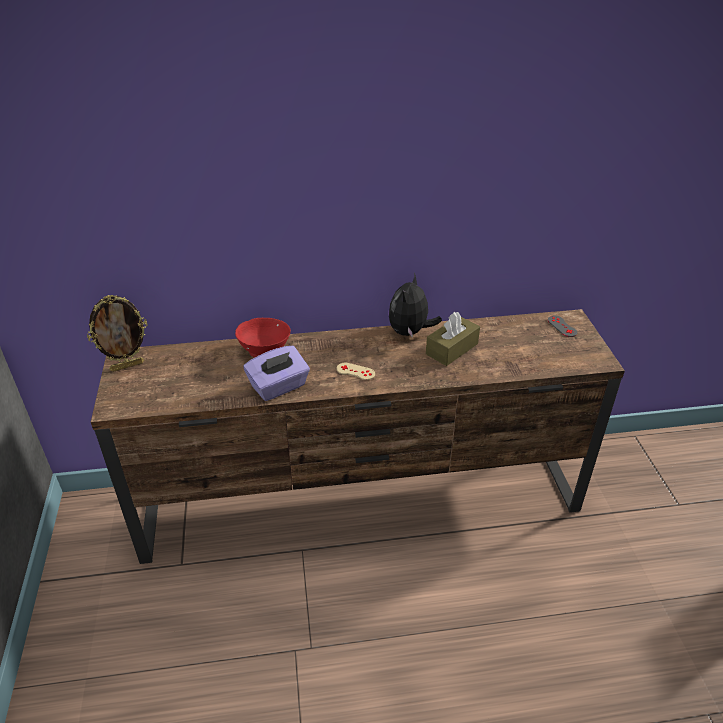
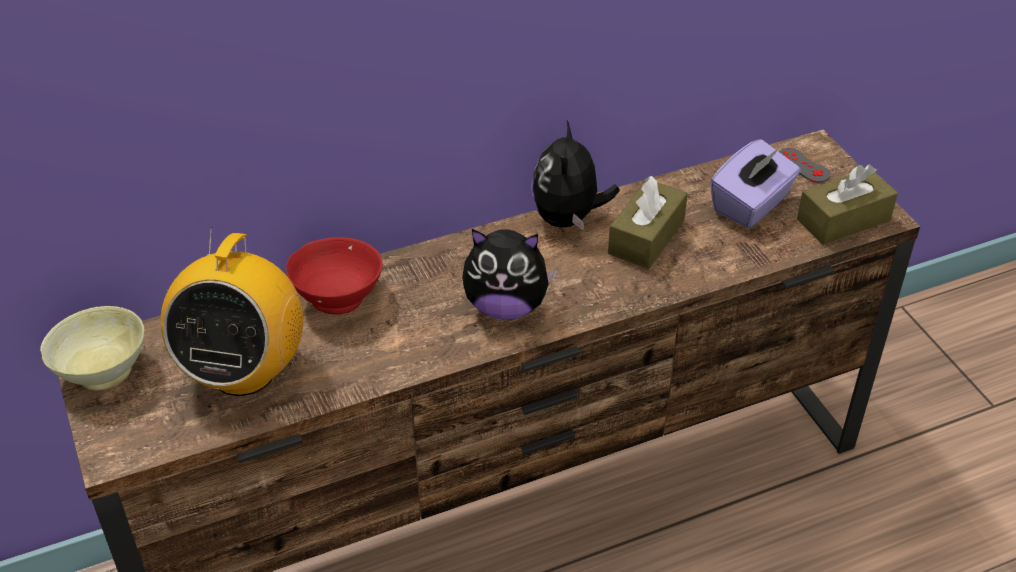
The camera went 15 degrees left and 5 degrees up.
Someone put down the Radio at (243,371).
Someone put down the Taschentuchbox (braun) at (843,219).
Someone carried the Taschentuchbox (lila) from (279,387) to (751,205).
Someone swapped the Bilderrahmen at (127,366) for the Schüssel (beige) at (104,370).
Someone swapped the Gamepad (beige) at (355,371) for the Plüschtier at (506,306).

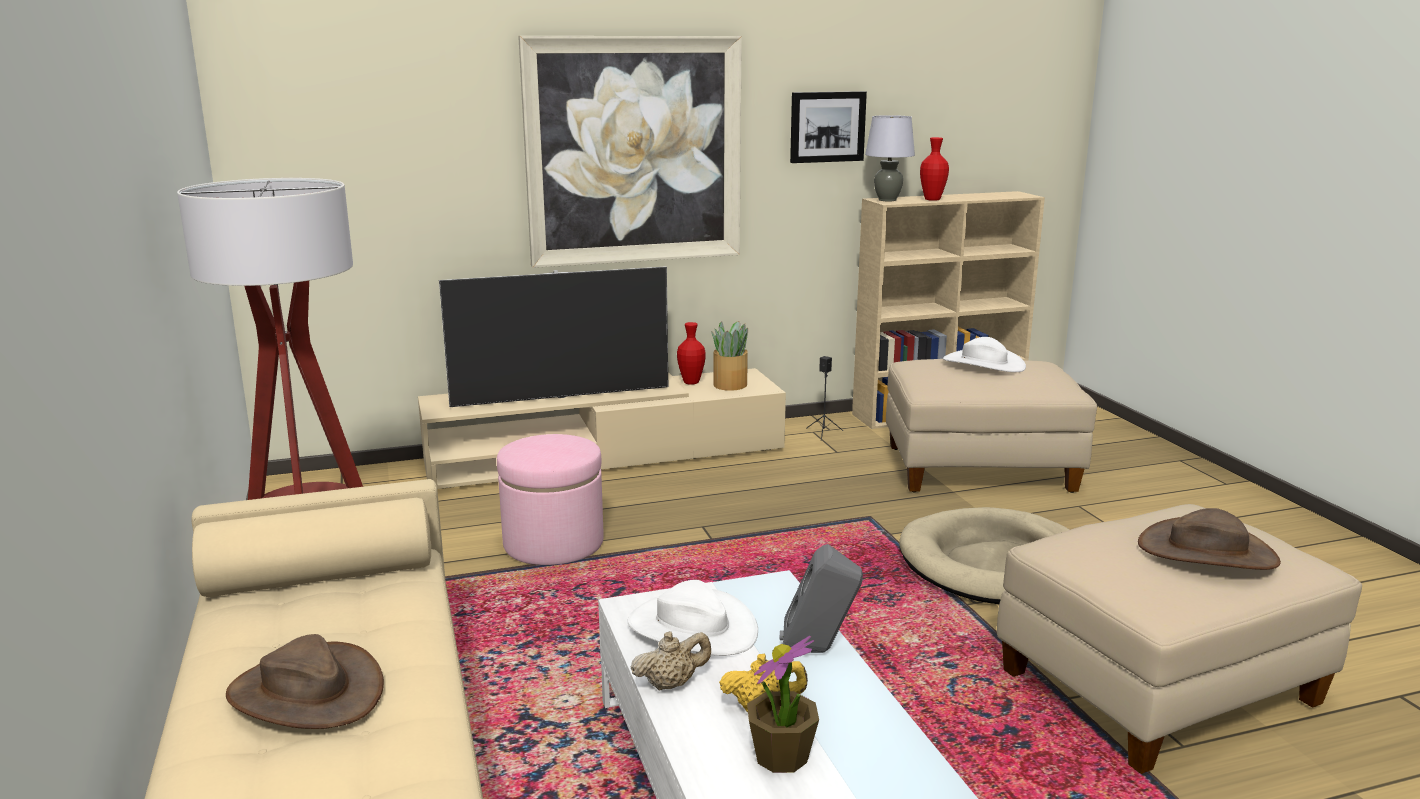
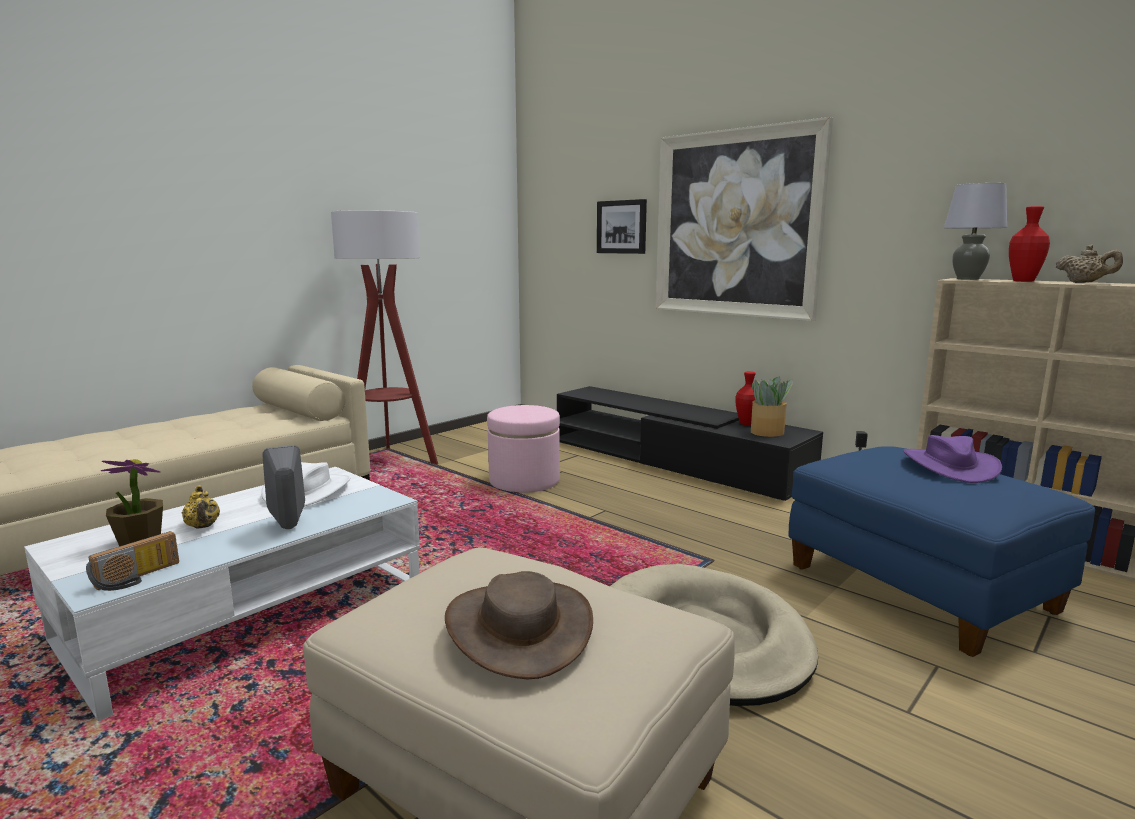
The camera went 60 degrees right and 5 degrees down.
Someone took away the Hut (braun) at (306,693).
Someone took away the Fernseher at (561,397).
Someone put down the Radio at (138,578).
Someone carried the Teekanne (beige) from (671,684) to (1085,283).
Someone carried the Bild from (827,126) to (622,227).
Someone repainted the Fernsehschrank (beige) at (605,455), which became the Fernsehschrank (schwarz) at (670,460).
Someone repainted the Polsterhocker (beige) at (979,469), which became the Polsterhocker (blau) at (920,589).
Someone repainted the Hut (weiß) at (983,364), which became the Hut (lila) at (949,466).

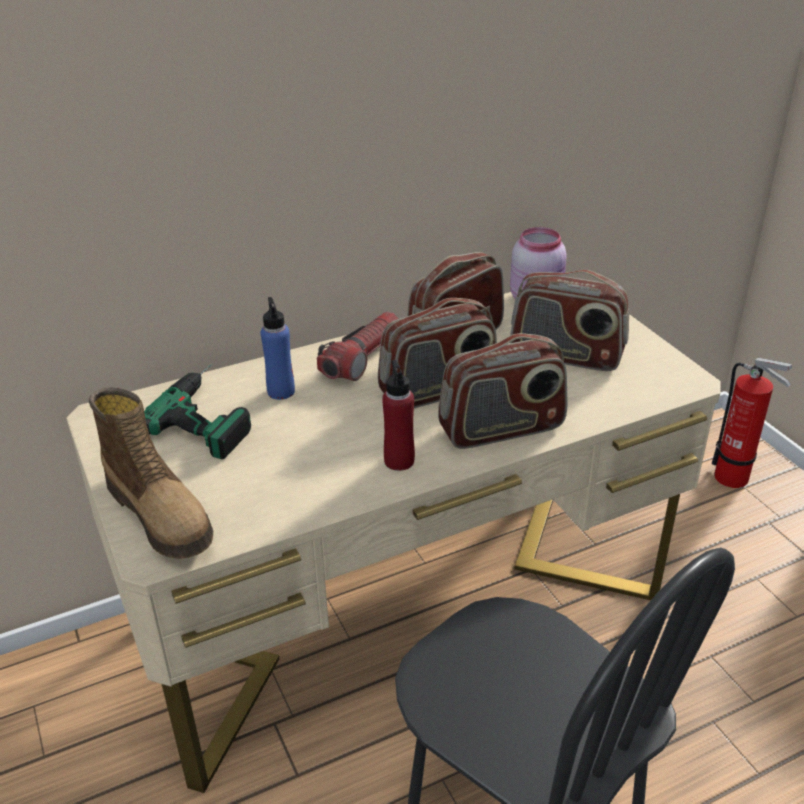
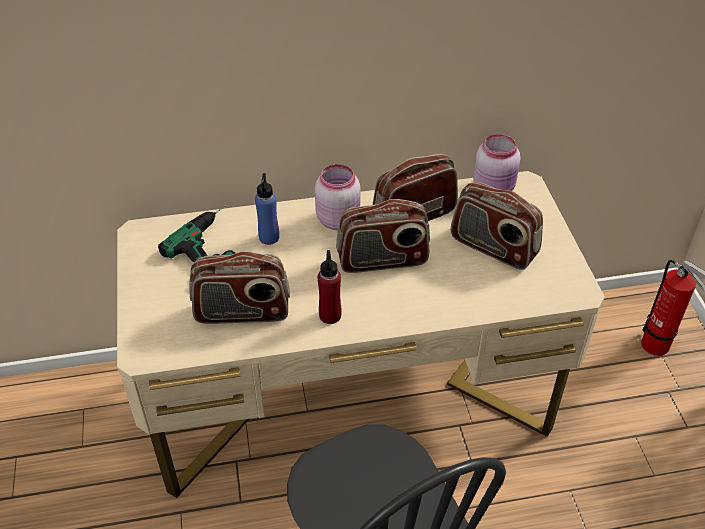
The camera went 15 degrees right and 10 degrees up.
Someone took away the Stiefel at (161,514).
Someone carried the Radio from (502,429) to (242,312).
Someone swapped the Taschenlampe at (362,358) for the Vorratsglas (rosa) at (338,219).

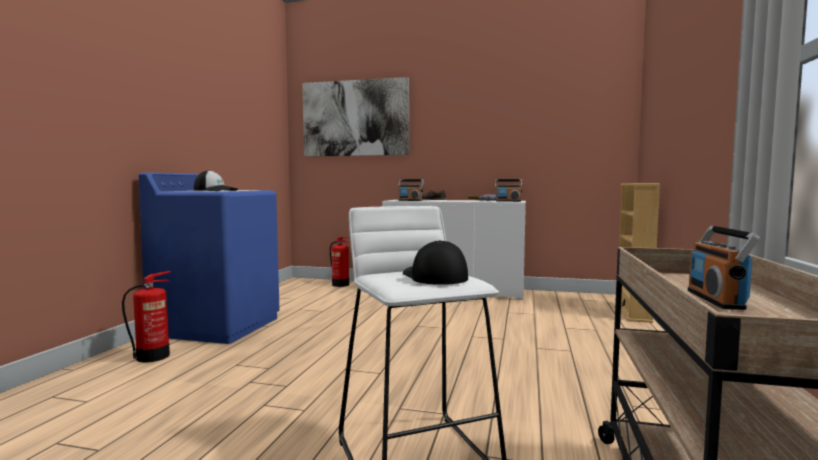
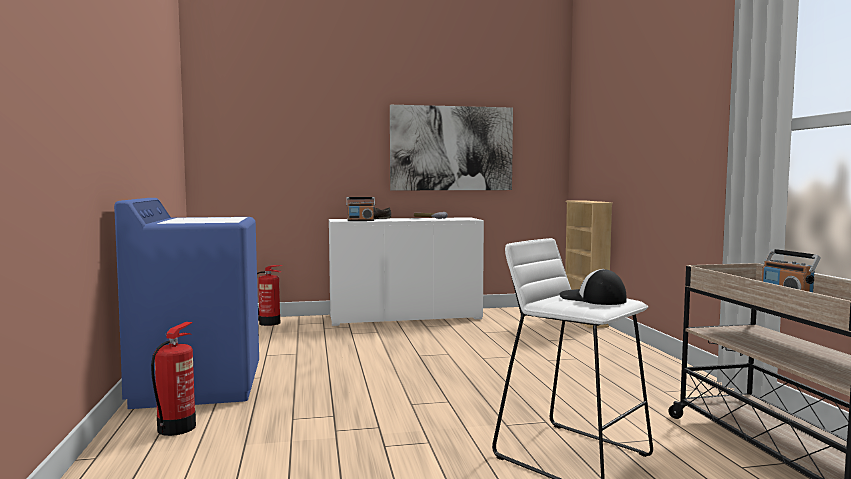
The camera went 25 degrees left and 0 degrees up.
Someone took away the Kappe at (216,190).
Someone took away the Radio at (508,201).
Someone carried the Bild from (355,118) to (451,148).

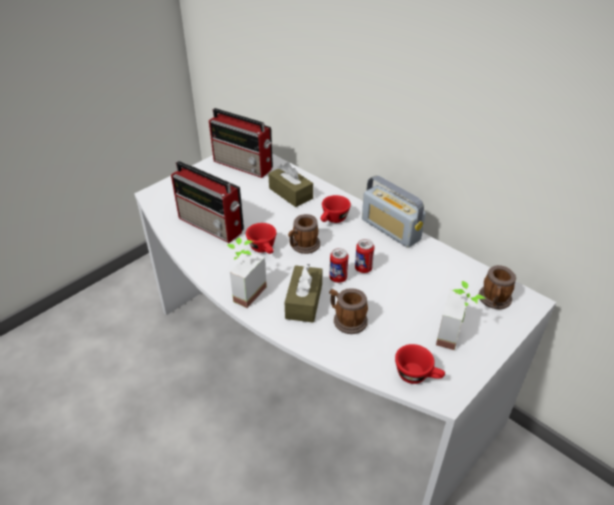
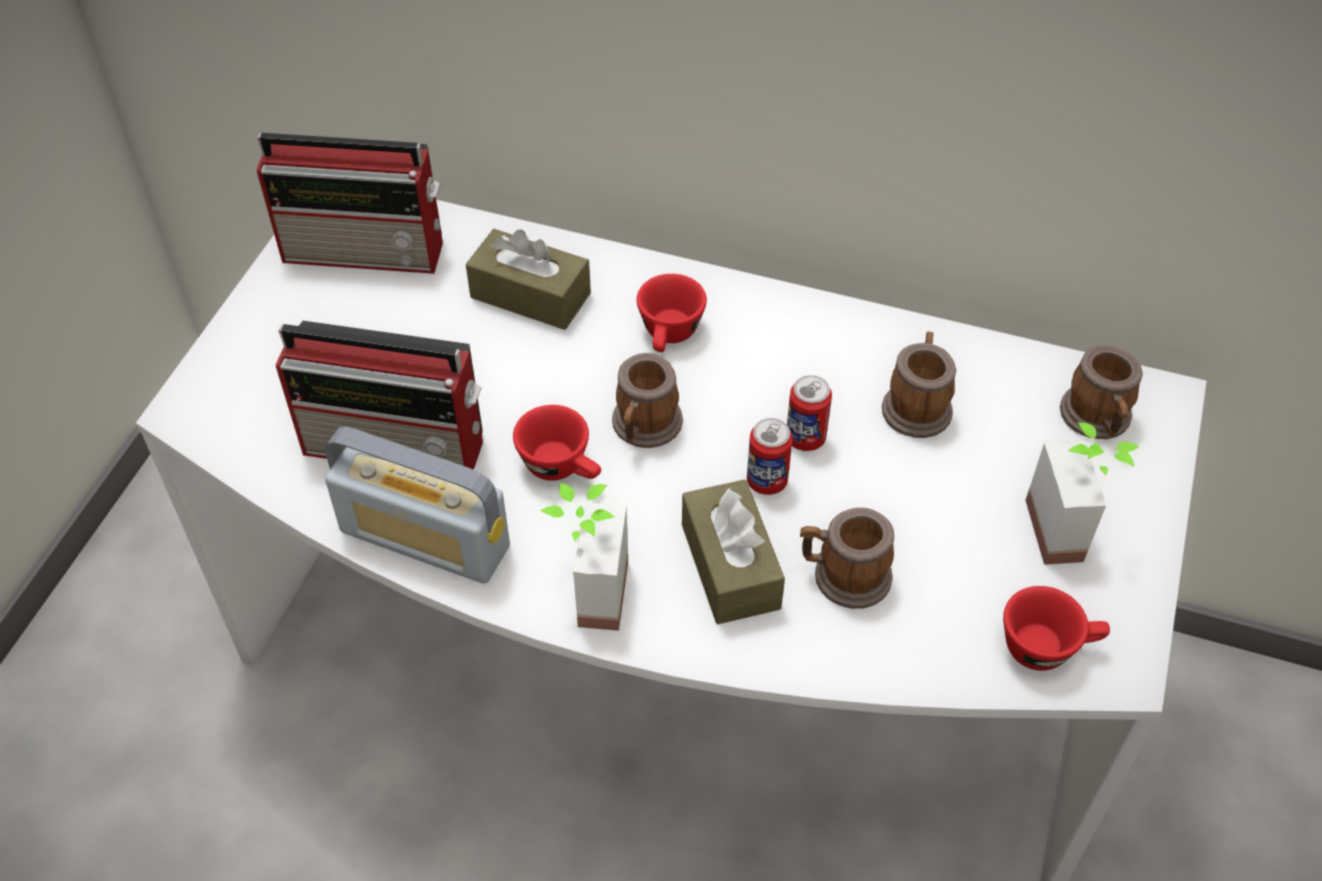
The camera went 25 degrees left and 10 degrees up.
Someone put down the Henkelbecher at (917,405).
Someone carried the Radio from (390,229) to (425,539).

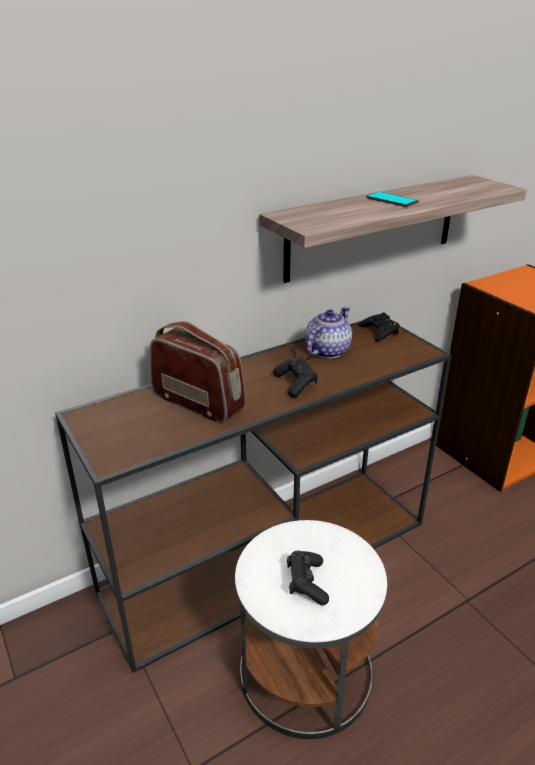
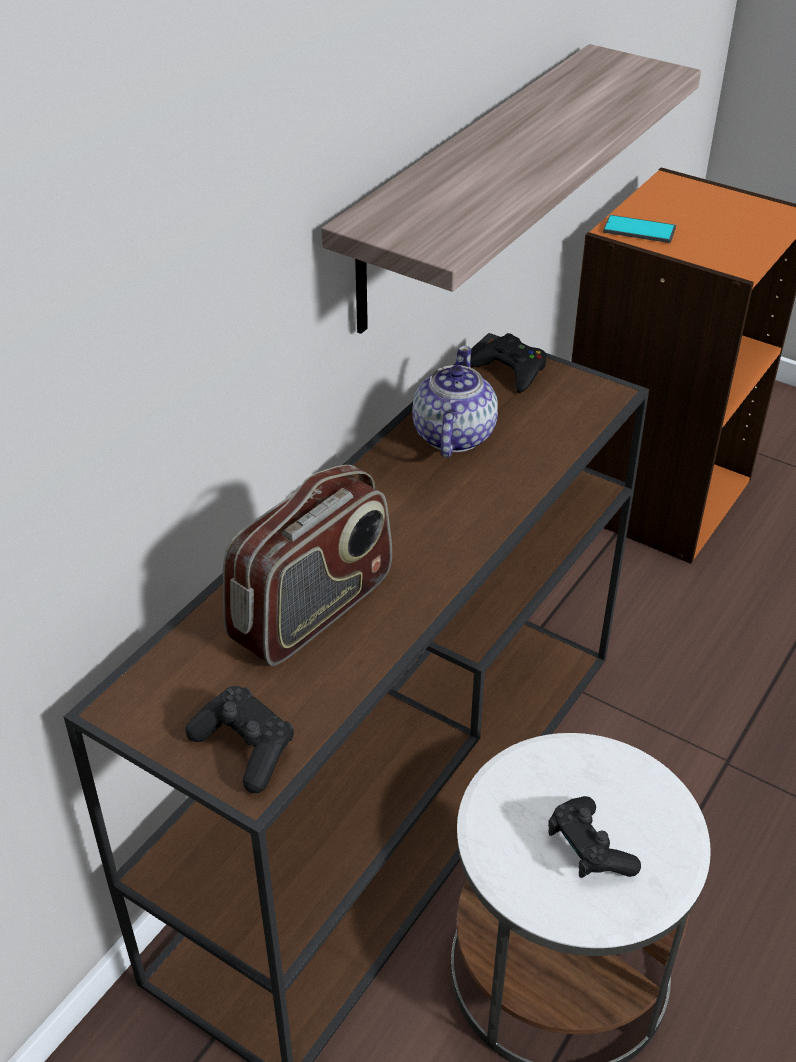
The camera went 25 degrees left and 10 degrees up.
Someone carried the Gamepad (schwarz) from (296,384) to (245,748).
Someone carried the Handy from (392,200) to (639,230).
Someone rotated the Radio at (198,402) by 120 degrees clockwise.

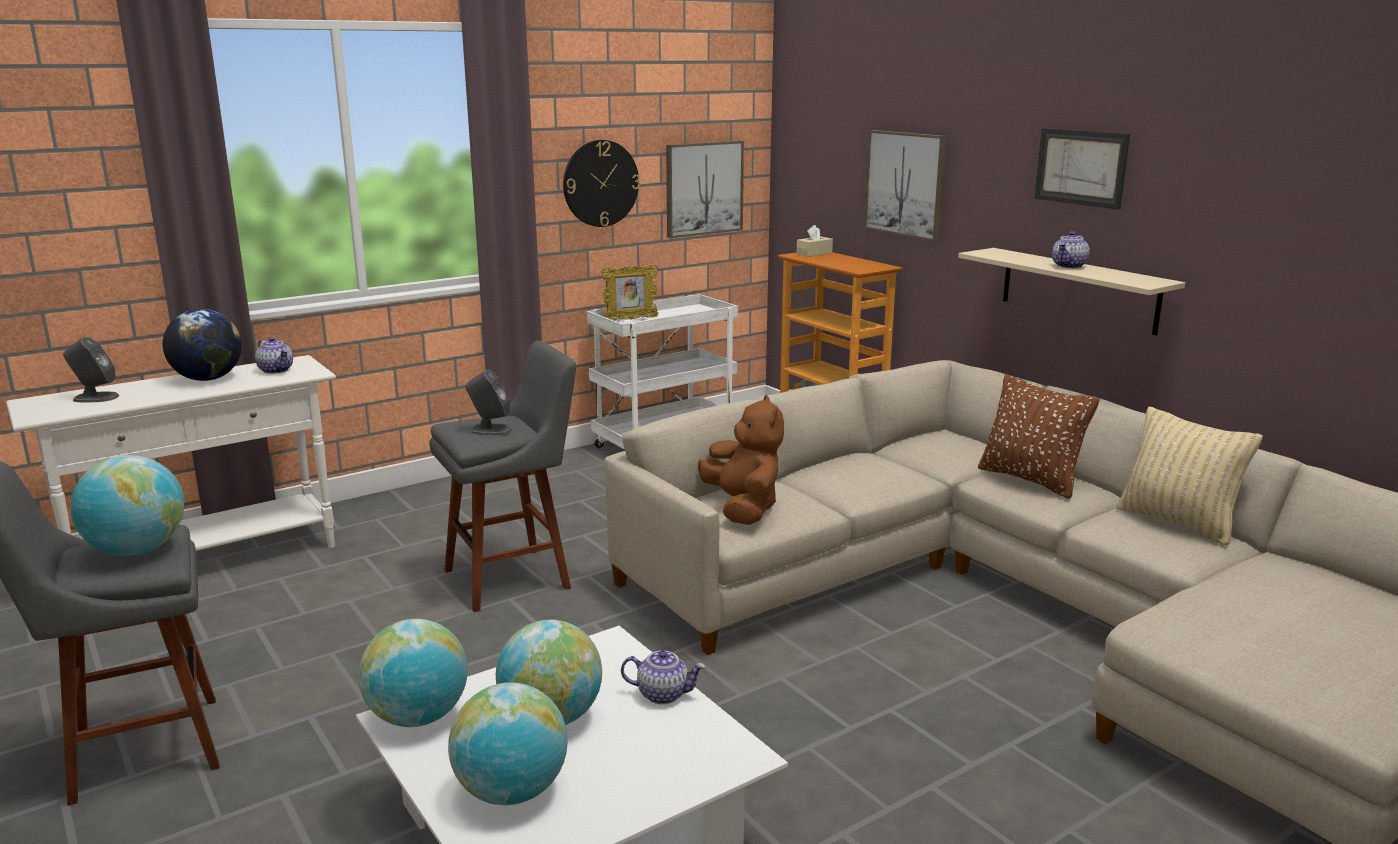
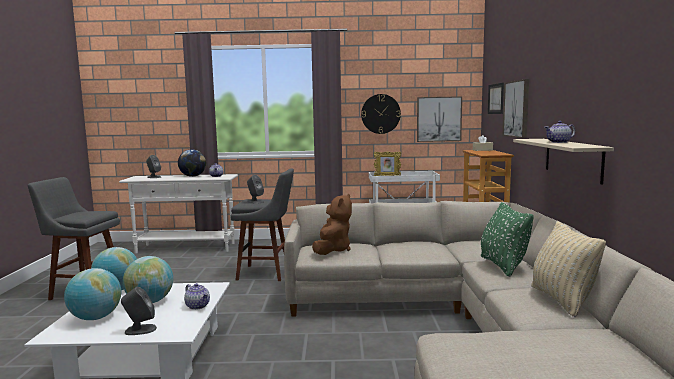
The camera went 35 degrees right and 10 degrees down.
Someone took away the Globus at (137,550).
Someone put down the Lautsprecher (grau) at (140,330).
Someone carried the Bild from (1081,167) to (496,99).
Someone repainted the Kissen (braun) at (1030,480), which became the Kissen (grün) at (503,266).

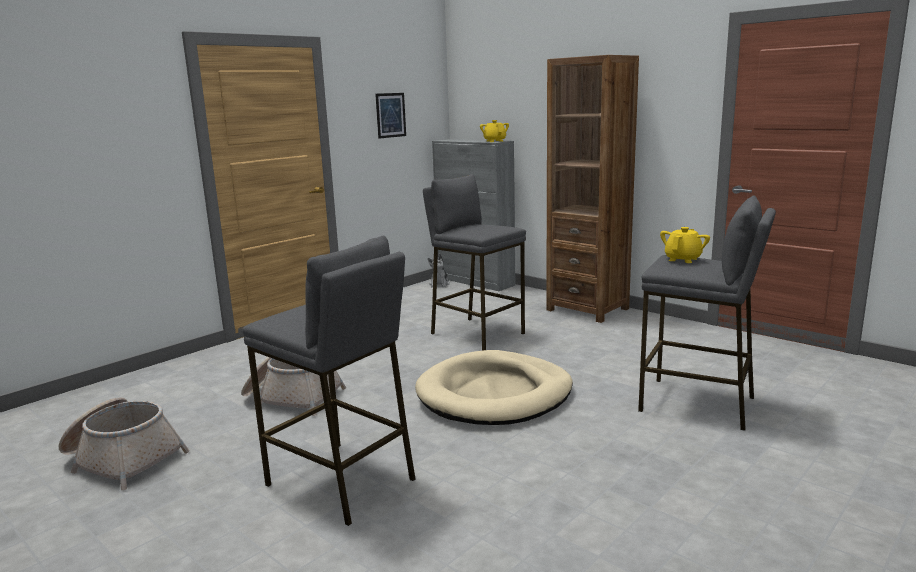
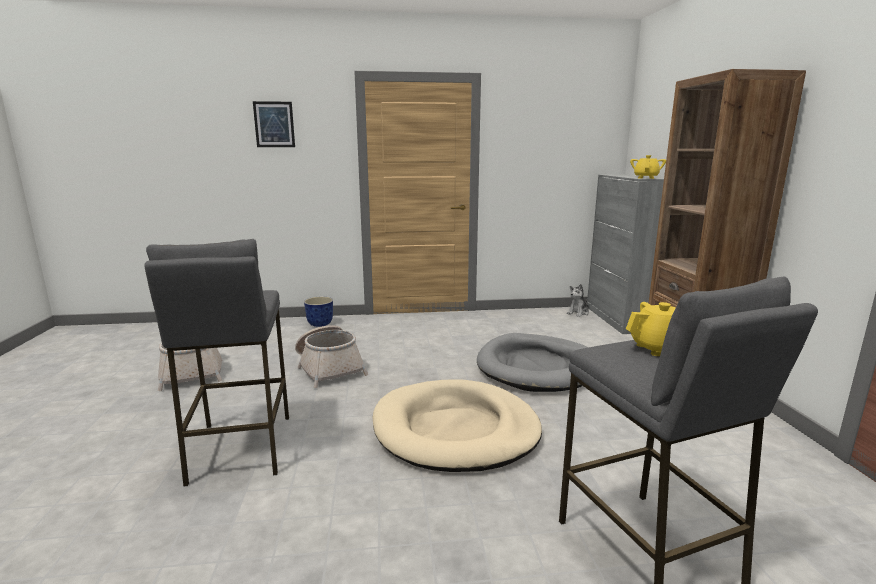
The camera went 40 degrees right and 0 degrees up.
Someone put down the Pflanzkübel at (320,324).
Someone carried the Bild from (390,115) to (274,124).
Someone swapped the Hocker (grau) at (477,333) for the Hundebett (grau) at (536,367).

